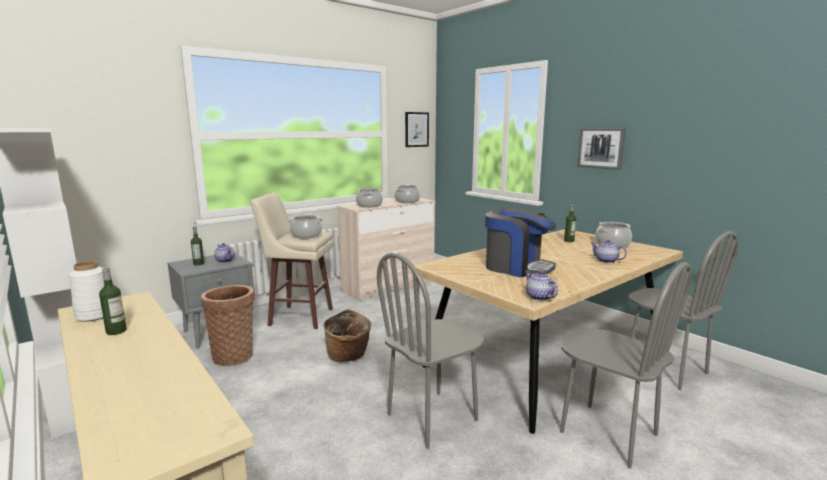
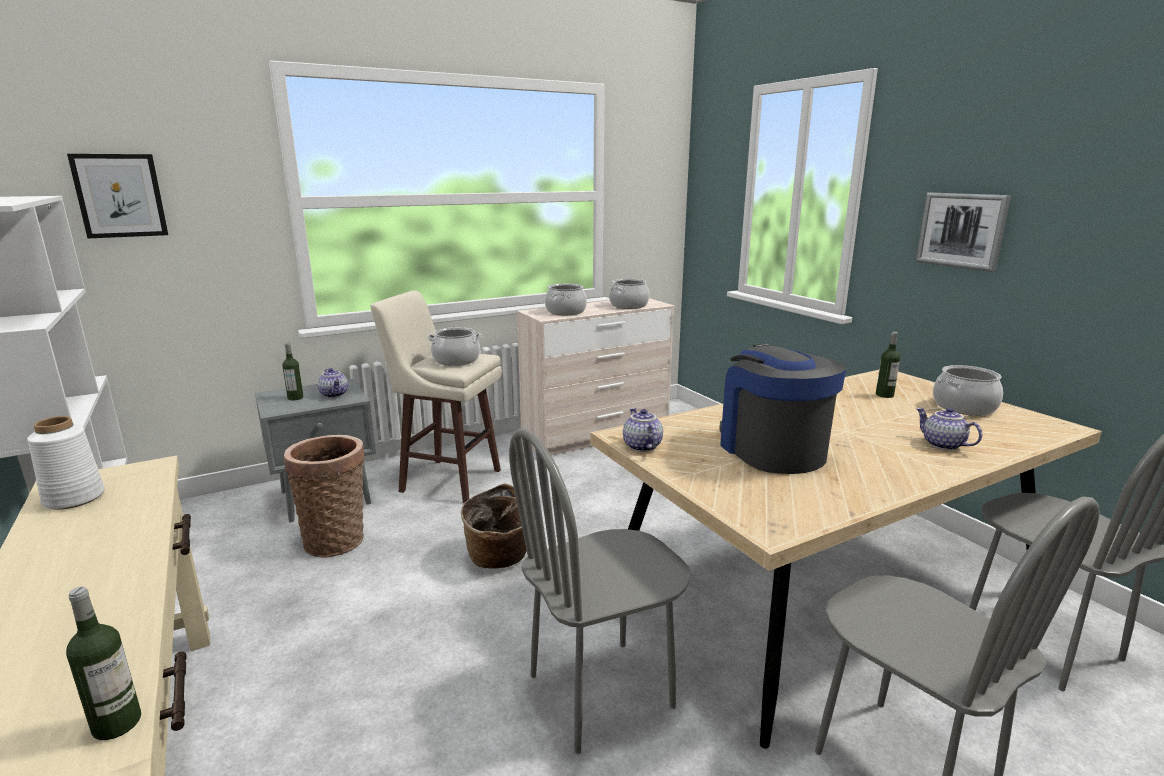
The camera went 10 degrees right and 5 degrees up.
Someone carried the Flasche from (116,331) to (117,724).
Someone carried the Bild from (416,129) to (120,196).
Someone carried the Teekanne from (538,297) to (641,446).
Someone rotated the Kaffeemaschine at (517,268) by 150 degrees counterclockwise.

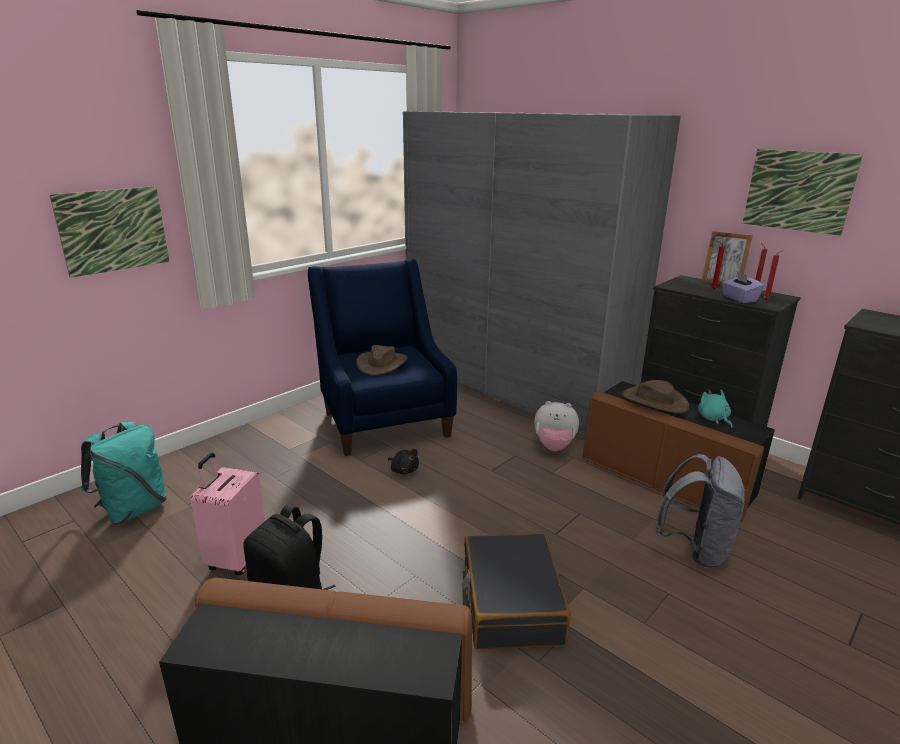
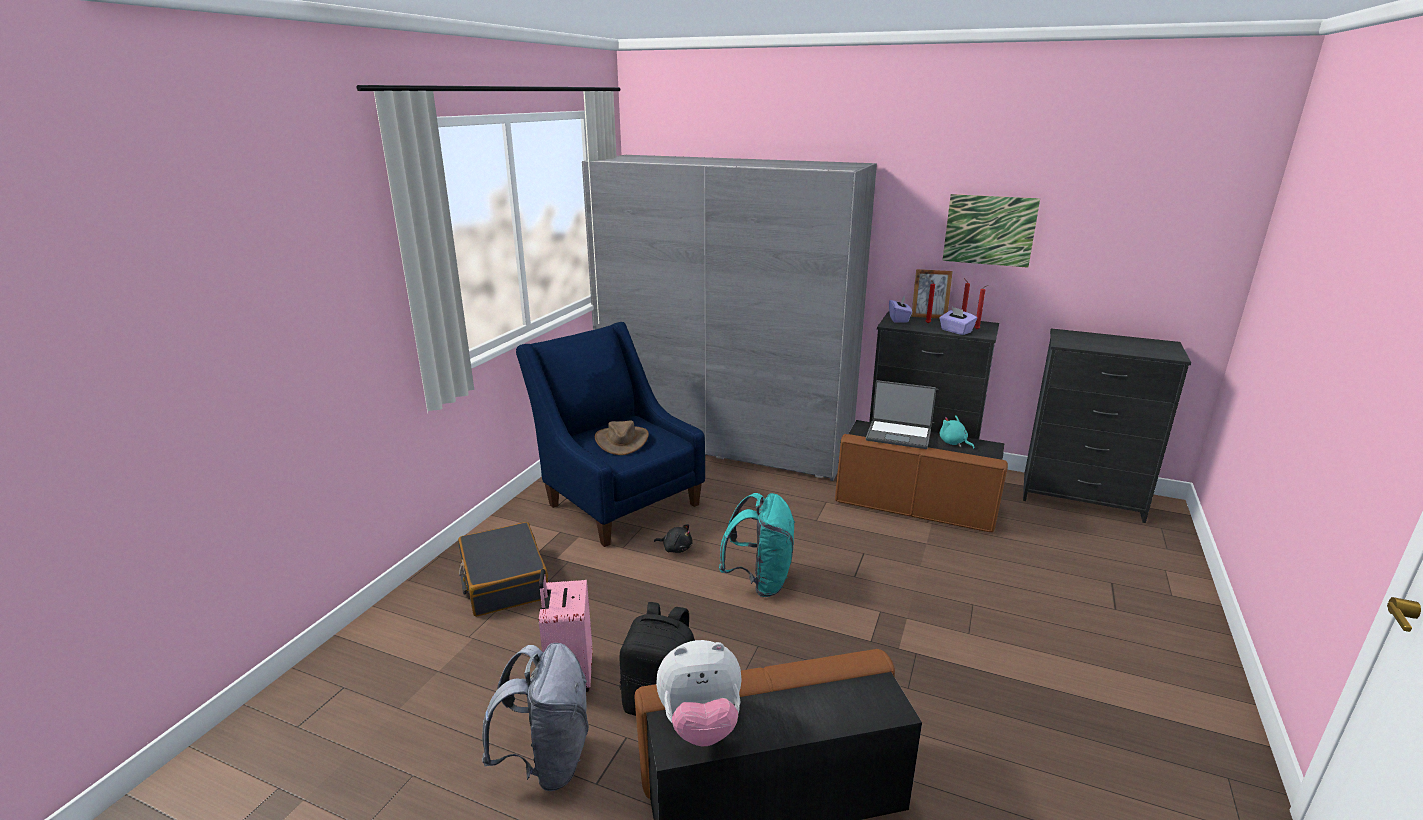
The camera went 20 degrees left and 0 degrees up.
Someone took away the Bild at (113,230).
Someone put down the Taschentuchbox (lila) at (899,319).
Someone carried the Rucksack (türkis) from (134,509) to (760,581).
Someone carried the Koffer (schwarz) from (510,603) to (504,581).
Someone carried the Plüschtier from (554,447) to (701,725).
Someone carried the Rucksack (grau) from (695,549) to (547,761).
Someone swapped the Hut (braun) at (654,401) for the Laptop at (898,435).

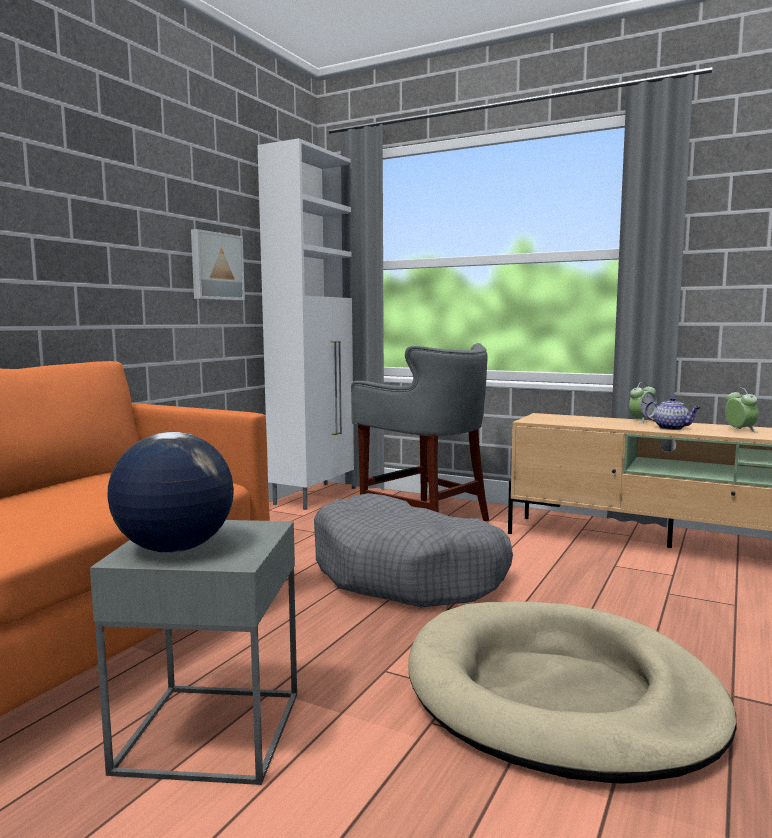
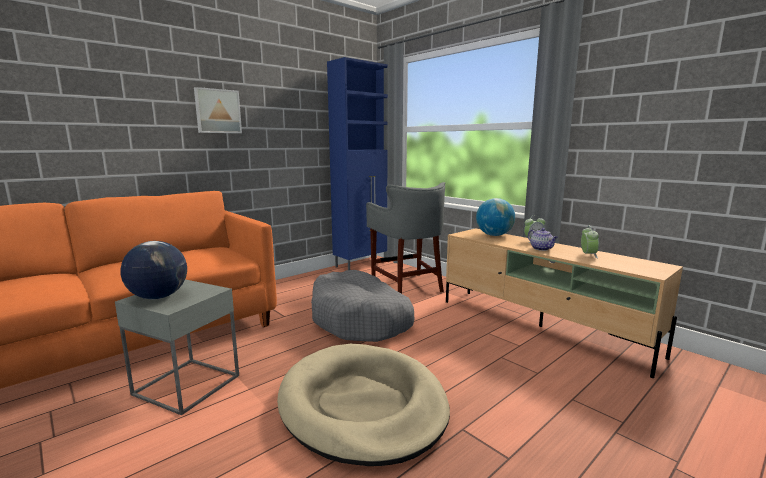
The camera went 20 degrees right and 5 degrees up.
Someone put down the Globus at (494,235).
Someone carried the Bild from (216,266) to (217,111).
Someone repainted the Schrank (weiß) at (317,495), which became the Schrank (blau) at (364,264).

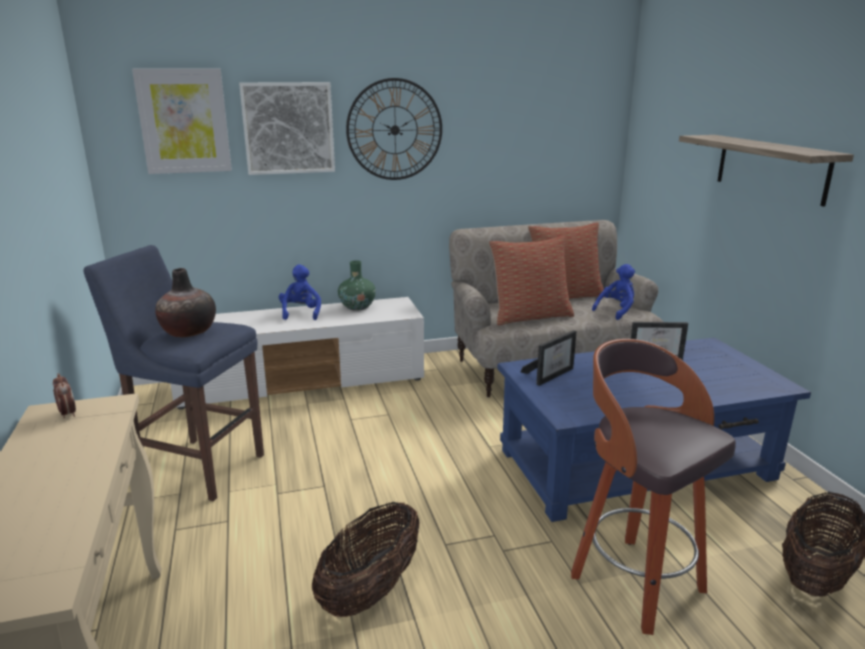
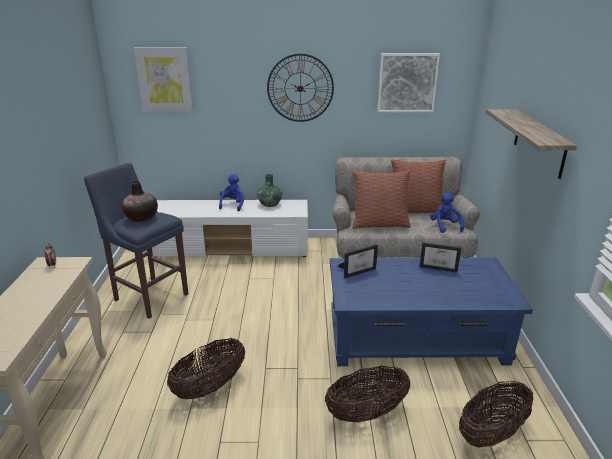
The camera went 15 degrees right and 5 degrees up.
Someone carried the Bild from (288,128) to (407,83).
Someone swapped the Hocker at (633,582) for the Korb at (366,413).
Someone rotated the Plüschtier (blau) at (616,311) by 75 degrees counterclockwise.

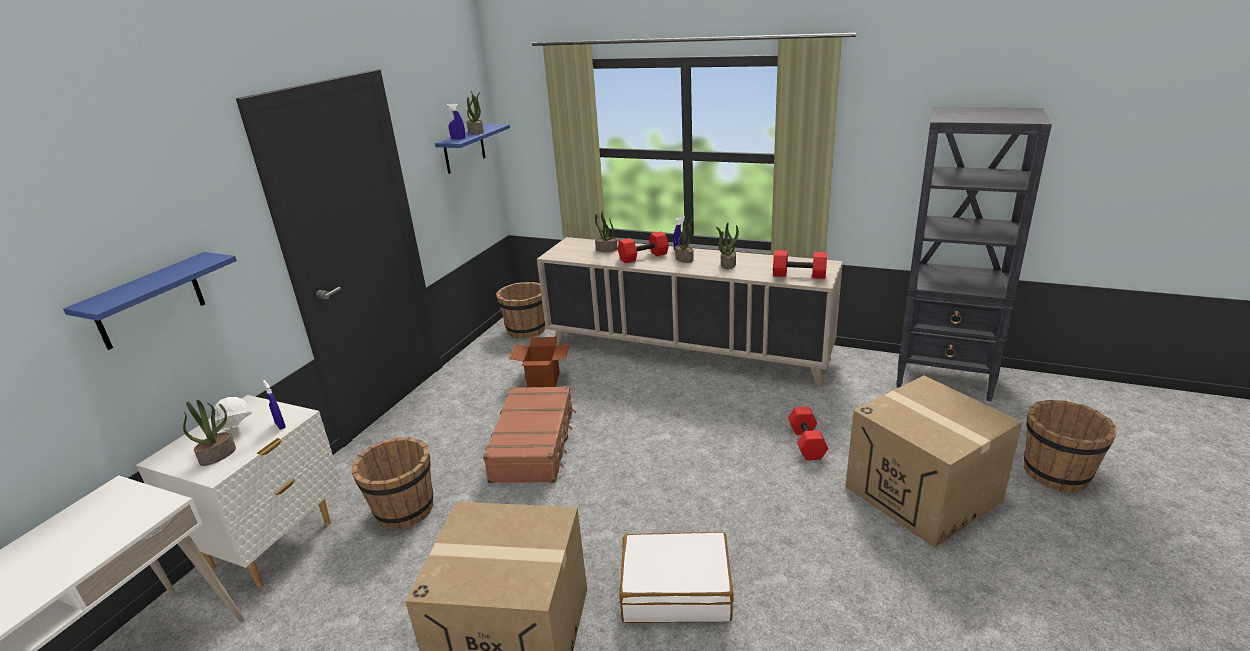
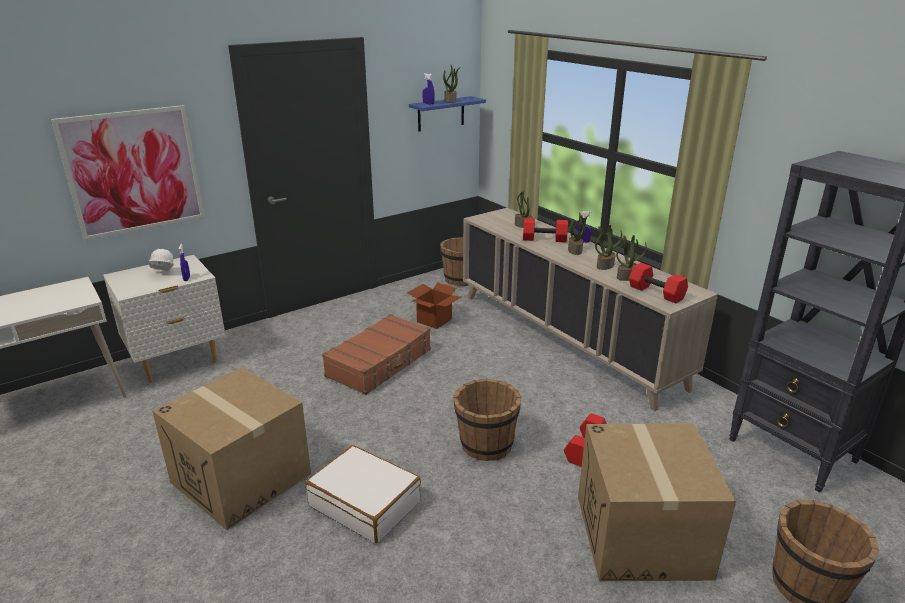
The camera went 30 degrees right and 0 degrees up.
Someone carried the Topfpflanze from (218,455) to (627,277).
Someone carried the Eimer (braun) from (404,510) to (485,444).
Someone swapped the Wandregal (blau) at (149,302) for the Bild at (134,172).

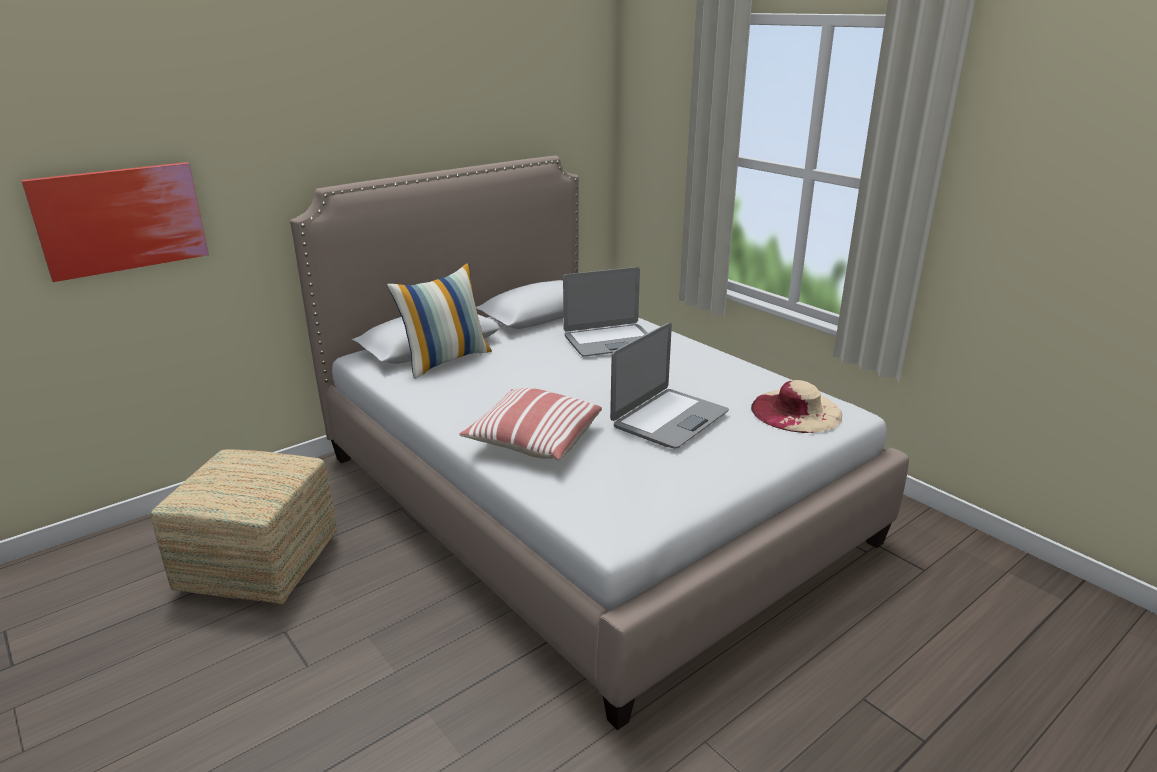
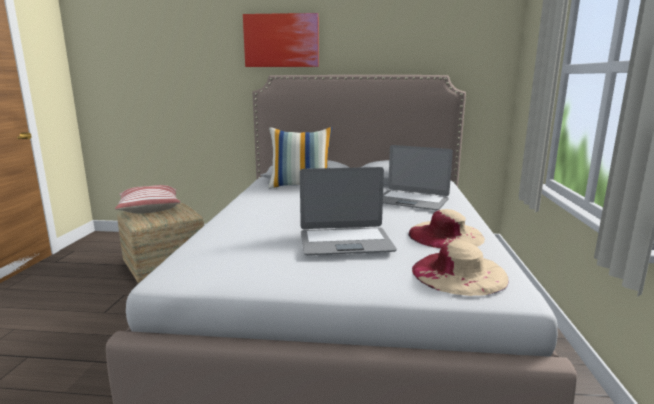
The camera went 45 degrees right and 10 degrees down.
Someone put down the Hut (beige) at (445,235).
Someone carried the Bild from (121,219) to (281,40).
Someone carried the Kissen from (533,440) to (149,208).

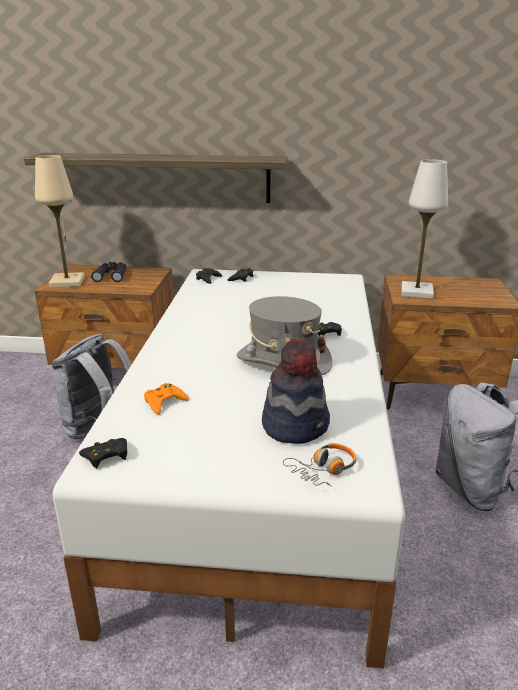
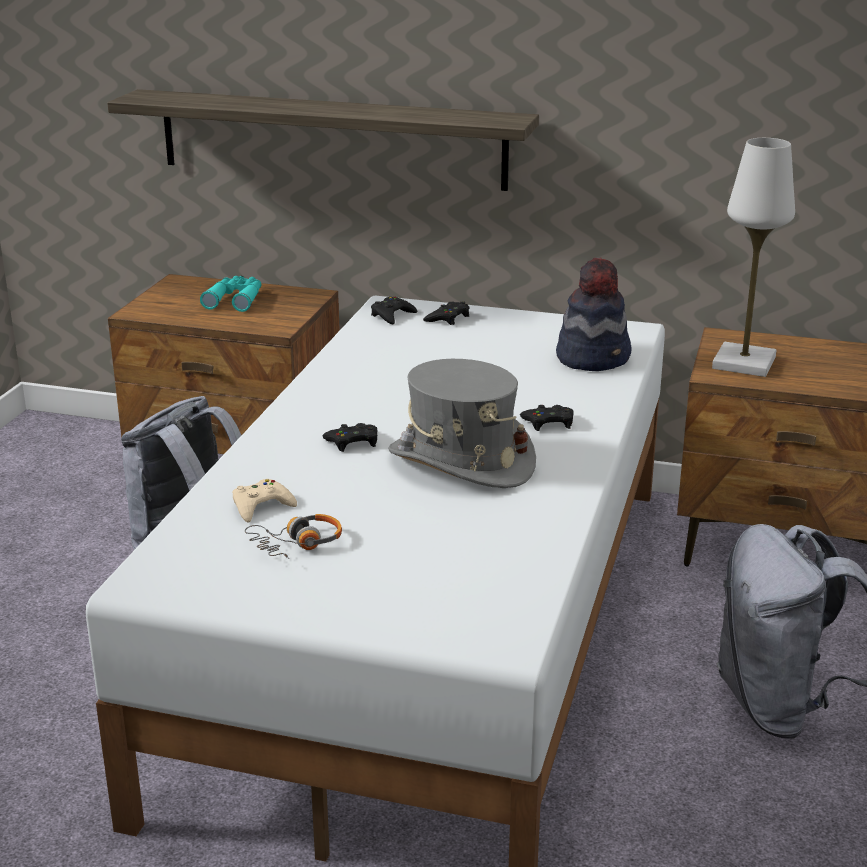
The camera went 10 degrees right and 0 degrees up.
Someone took away the Tischlampe (beige) at (67,282).
Someone carried the Gamepad (schwarz) from (106,456) to (353,442).
Someone carried the Hut from (296,425) to (594,357).
Someone carried the Kopfhörer from (323,470) to (297,544).
Someone repainted the Fernglas (schwarz) at (112,276), which became the Fernglas (türkis) at (235,300).
Someone repainted the Gamepad (orange) at (164,402), which became the Gamepad (beige) at (261,506).

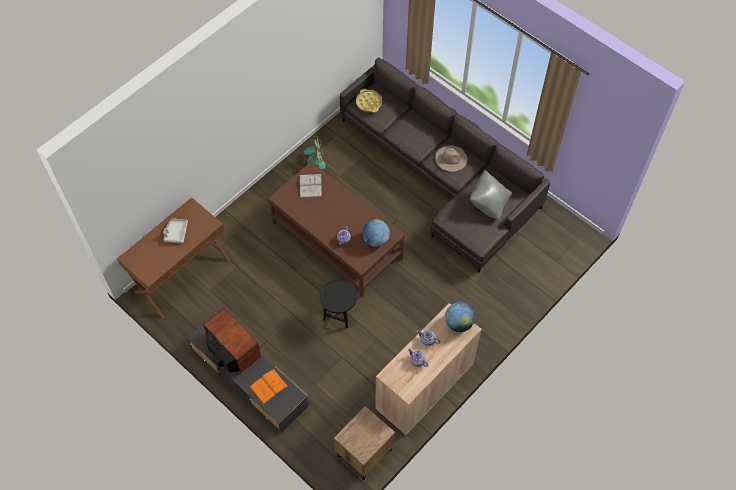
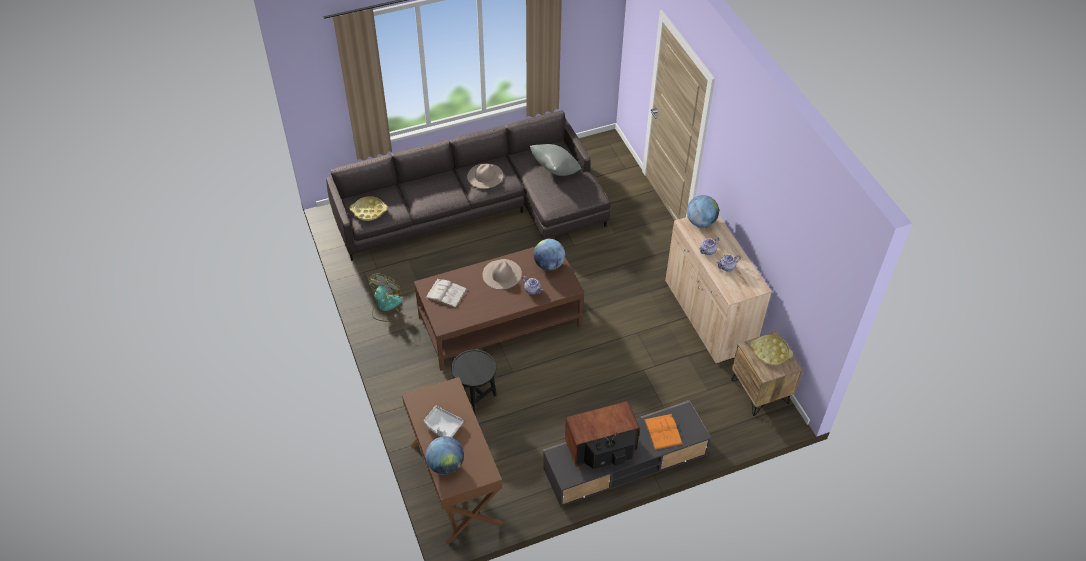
The camera went 65 degrees left and 10 degrees down.
Someone put down the Globus at (446,465).
Someone put down the Hut (beige) at (502,274).
Someone put down the Tablett (gelb) at (770,352).
Someone carried the Beistelltisch (schwarz) from (339,314) to (475,396).

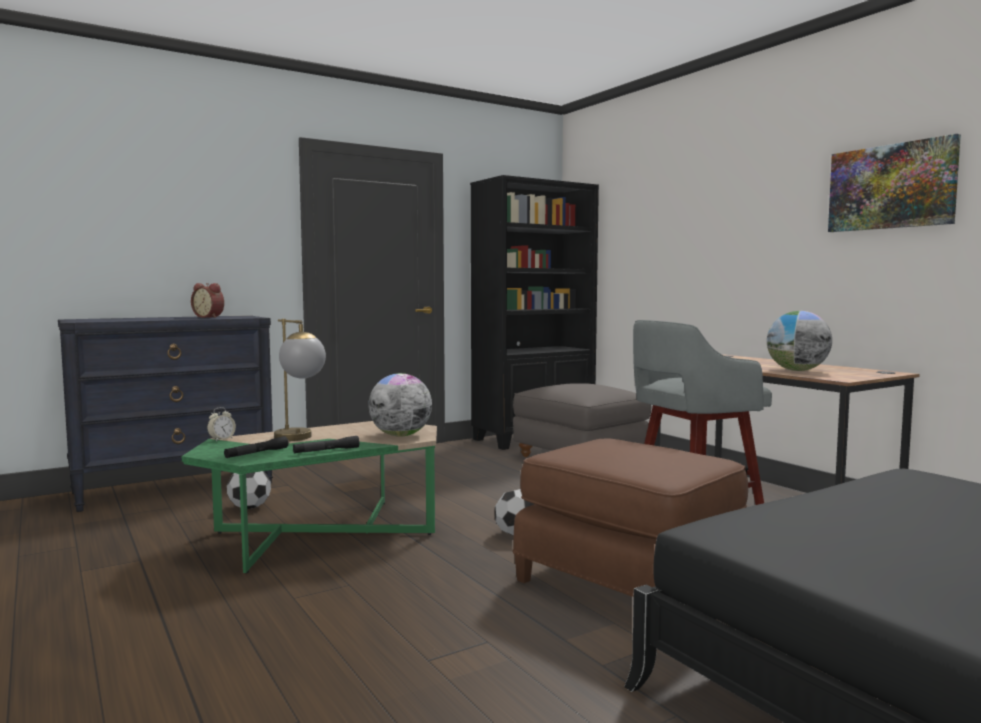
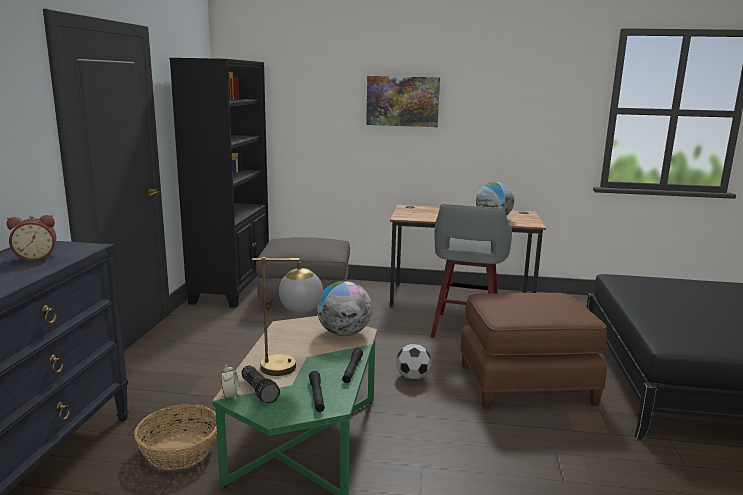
The camera went 50 degrees left and 10 degrees up.
Someone put down the Taschenlampe at (260,391).
Someone carried the Bild from (891,187) to (402,101).
Someone swapped the Fußball at (249,507) for the Korb at (179,450).

